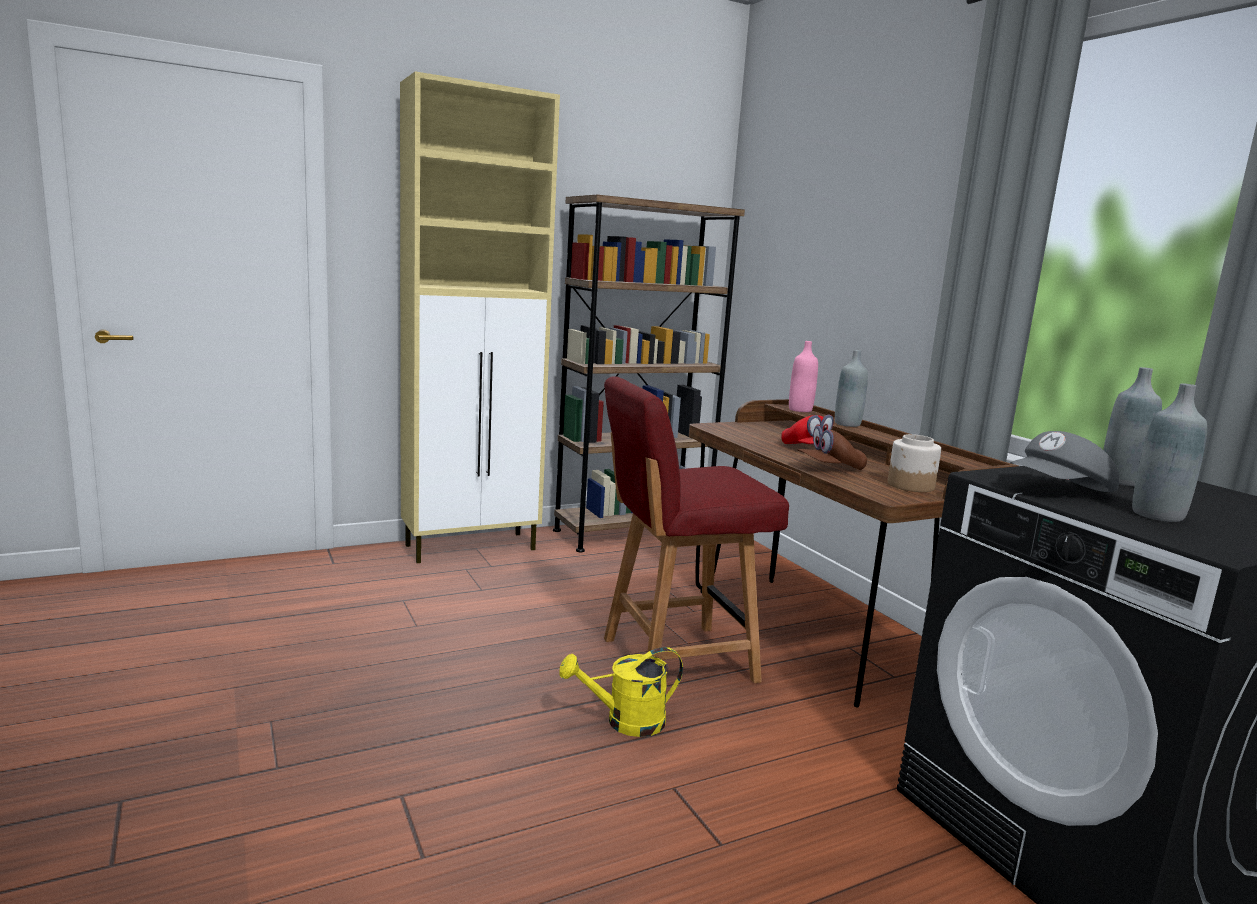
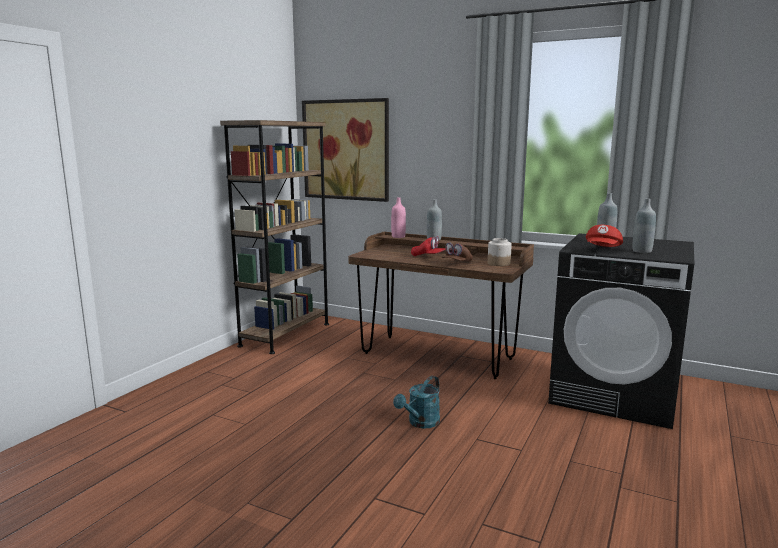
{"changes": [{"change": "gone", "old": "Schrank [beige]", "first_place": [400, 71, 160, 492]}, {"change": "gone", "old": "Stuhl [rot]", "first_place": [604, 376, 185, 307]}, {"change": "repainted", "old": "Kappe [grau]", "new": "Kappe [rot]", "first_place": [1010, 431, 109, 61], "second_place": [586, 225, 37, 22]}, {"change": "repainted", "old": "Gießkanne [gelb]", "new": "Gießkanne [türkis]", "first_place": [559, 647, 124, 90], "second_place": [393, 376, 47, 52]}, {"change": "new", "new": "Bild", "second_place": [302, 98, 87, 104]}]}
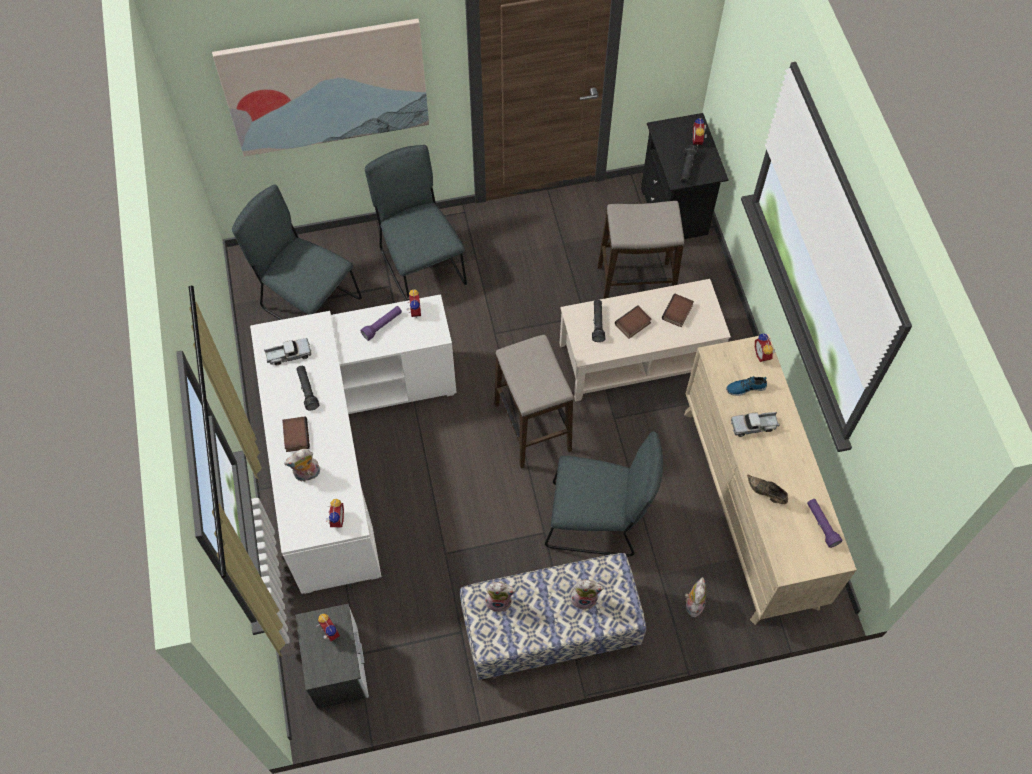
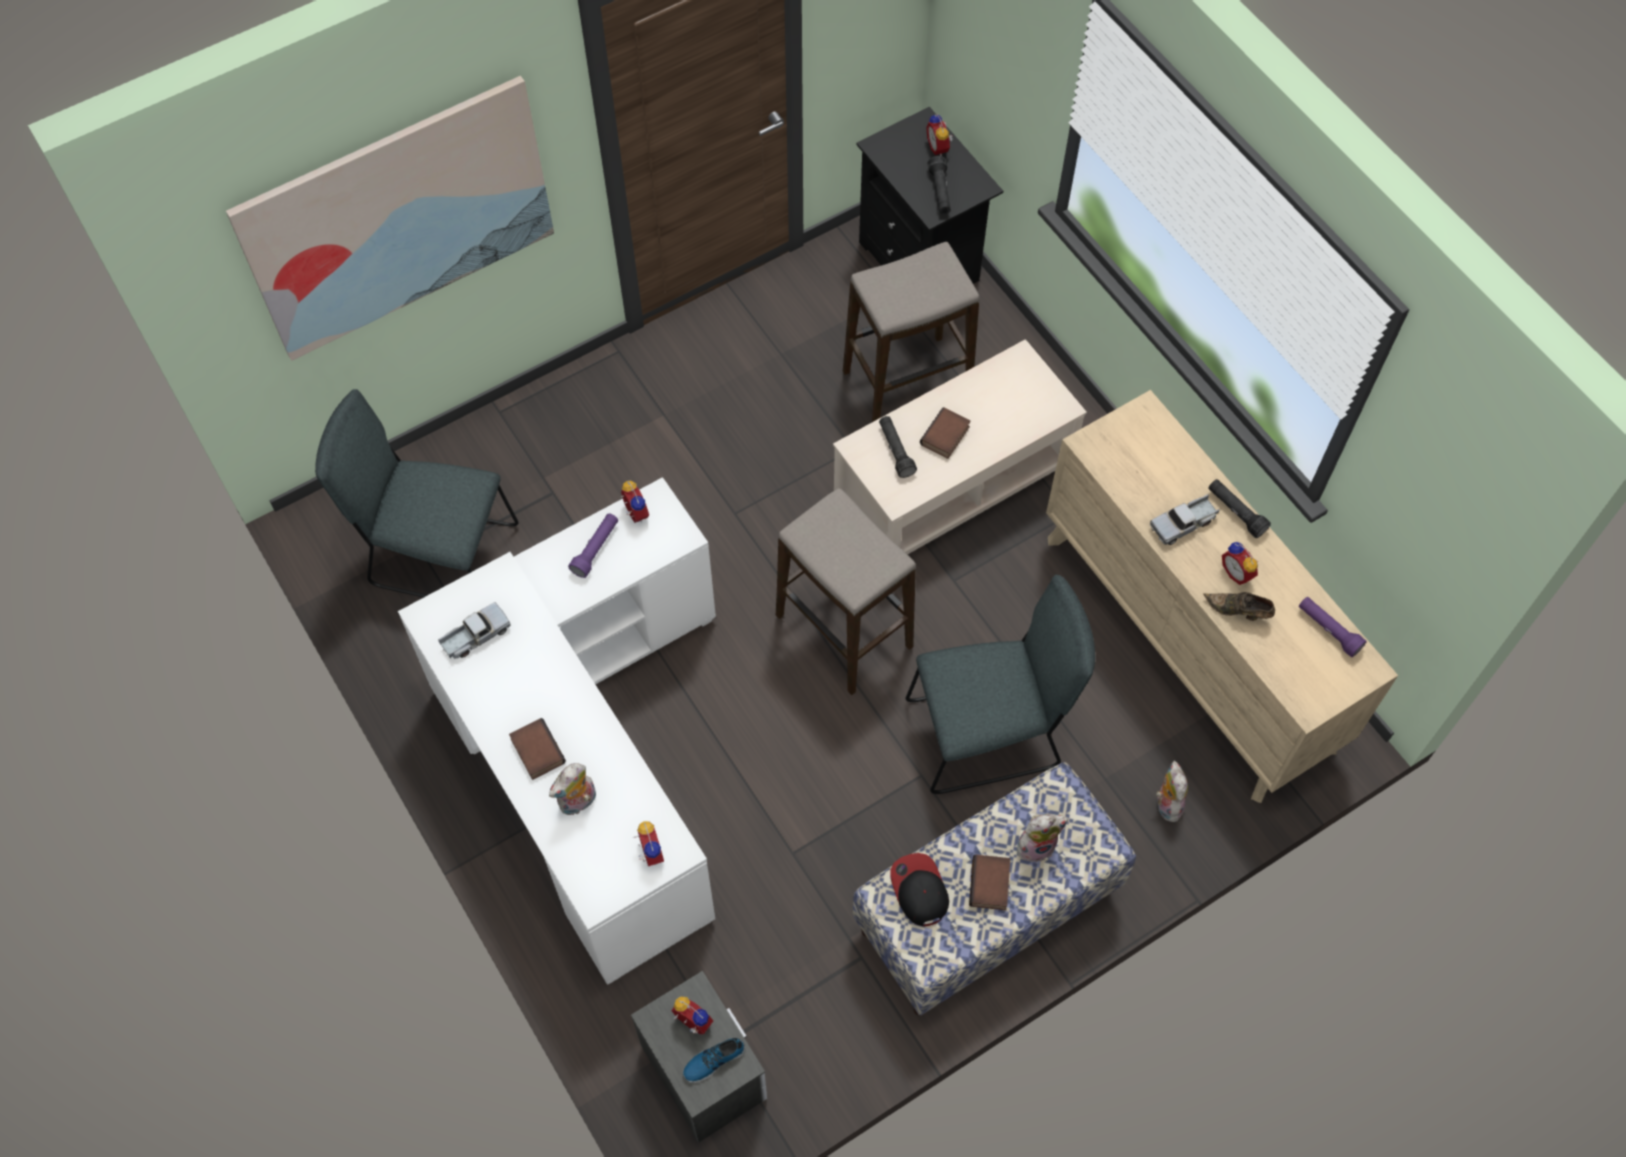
{"changes": [{"change": "gone", "old": "Stuhl [grau]", "first_place": [365, 145, 102, 156]}, {"change": "shifted", "old": "Buch", "first_place": [662, 293, 32, 34], "second_place": [969, 854, 41, 56]}, {"change": "shifted", "old": "Wecker", "first_place": [755, 333, 20, 29], "second_place": [1222, 542, 37, 43]}, {"change": "shifted", "old": "Taschenlampe [schwarz]", "first_place": [296, 366, 23, 44], "second_place": [1208, 479, 63, 59]}, {"change": "shifted", "old": "Schuh", "first_place": [726, 376, 41, 20], "second_place": [683, 1038, 63, 45]}, {"change": "swapped", "old": "Plüschtier", "new": "Kappe", "first_place": [485, 582, 31, 31], "second_place": [890, 853, 59, 74]}]}
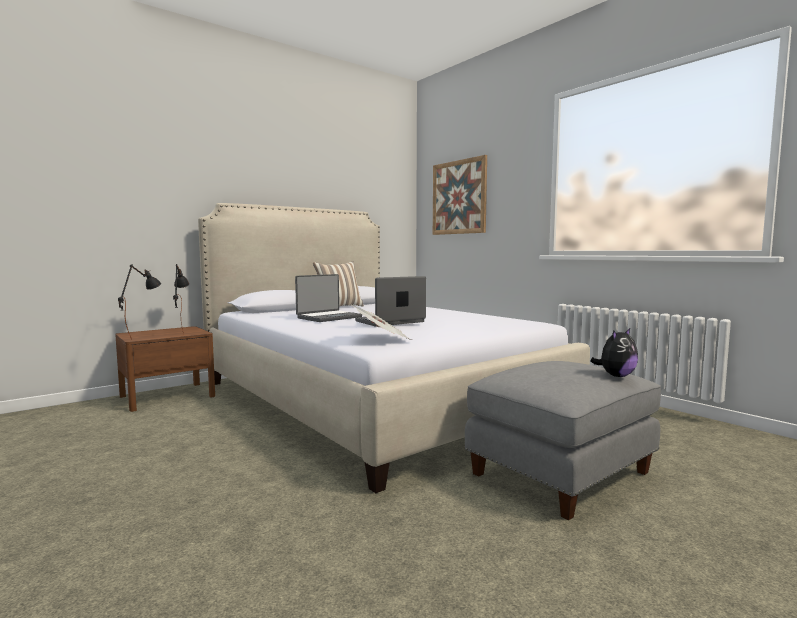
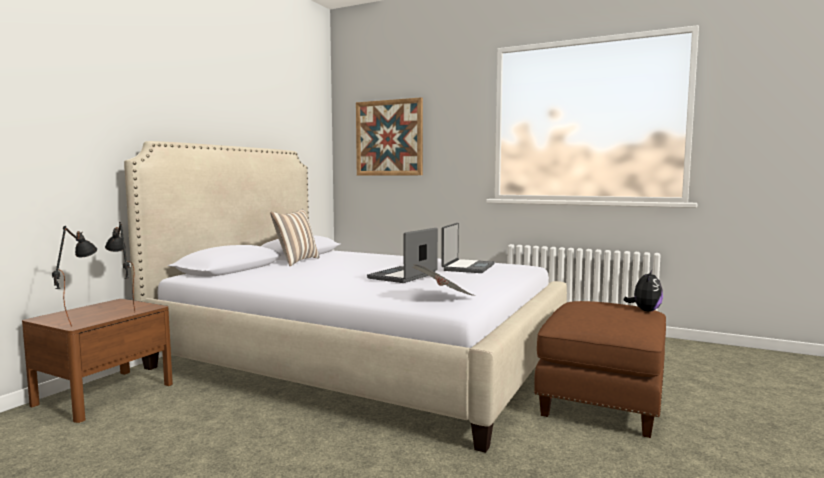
{"changes": [{"change": "shifted", "old": "Laptop", "first_place": [295, 274, 67, 48], "second_place": [441, 223, 54, 50]}, {"change": "repainted", "old": "Polsterhocker [grau]", "new": "Polsterhocker [braun]", "first_place": [465, 361, 196, 159], "second_place": [534, 301, 132, 137]}]}
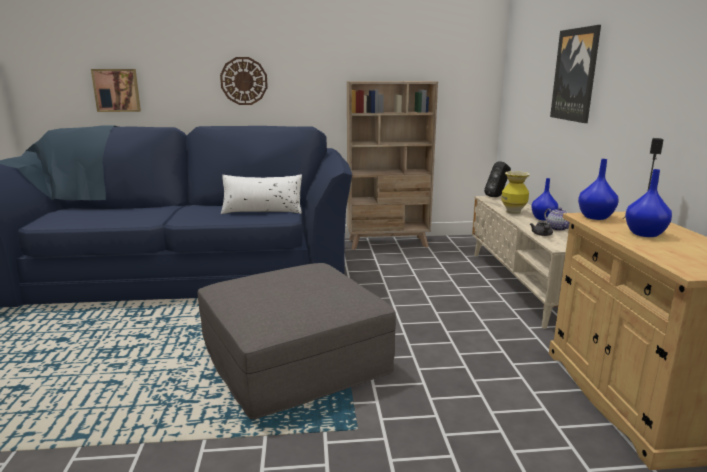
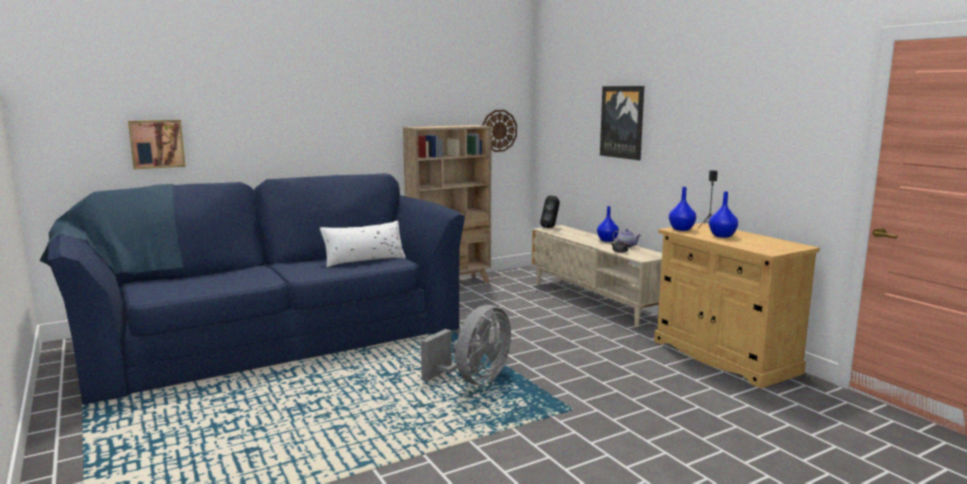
{"changes": [{"change": "shifted", "old": "Wanduhr", "first_place": [220, 57, 48, 48], "second_place": [482, 110, 35, 42]}, {"change": "gone", "old": "Vase", "first_place": [501, 171, 29, 43]}, {"change": "swapped", "old": "Polsterhocker [grau]", "new": "Ventilator [grau]", "first_place": [198, 263, 198, 156], "second_place": [421, 305, 90, 80]}]}
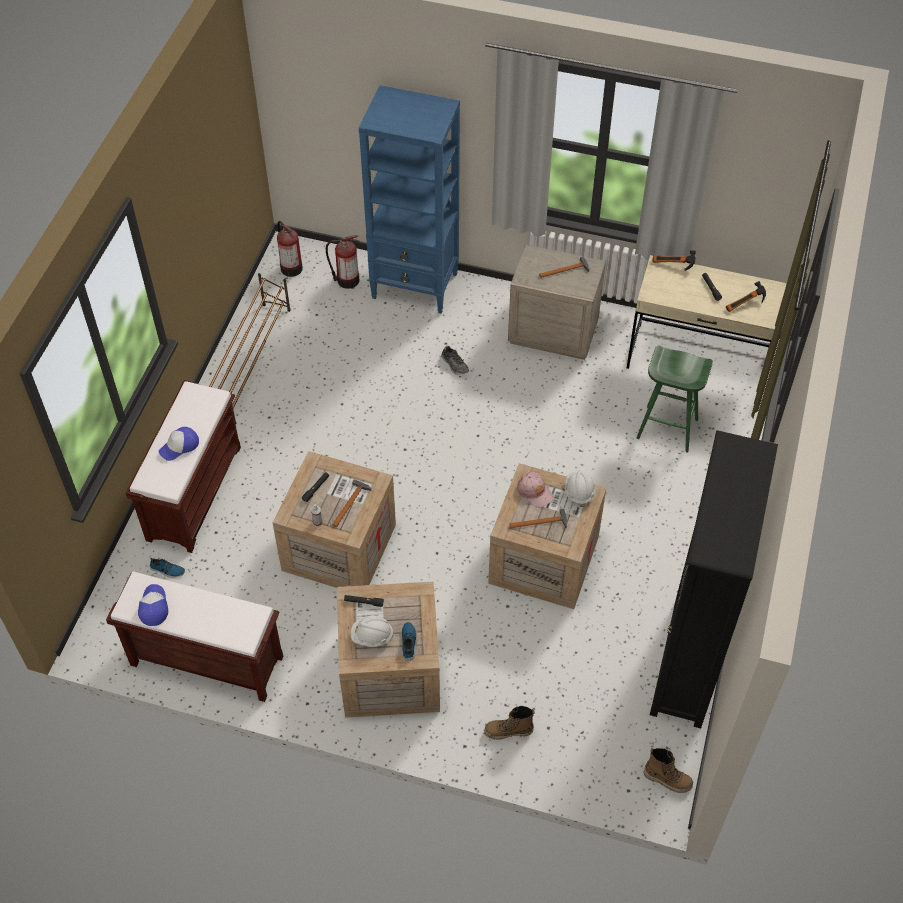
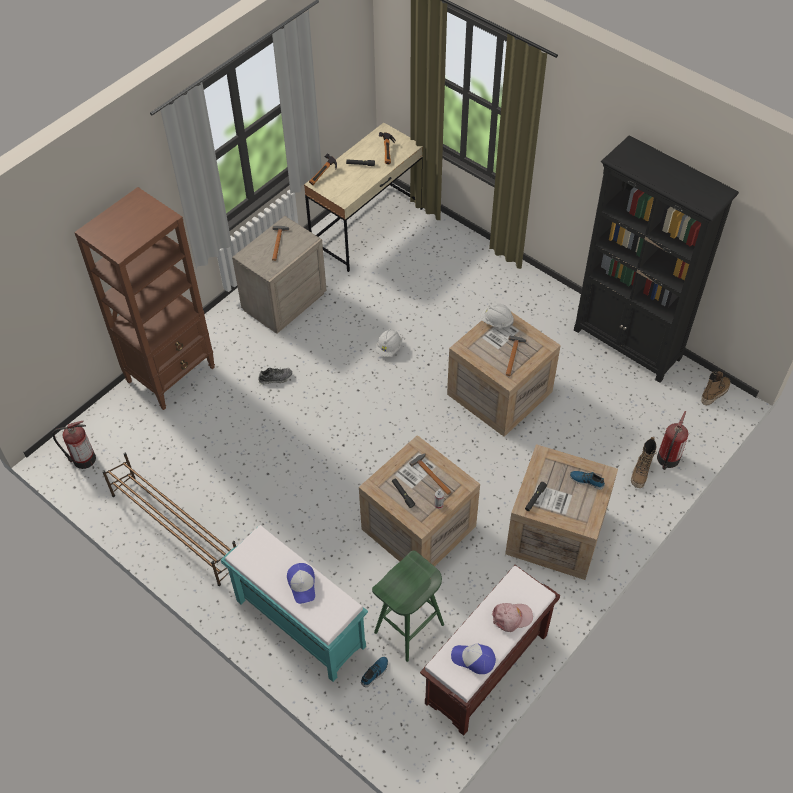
{"changes": [{"change": "repainted", "old": "Bücherregal [blau]", "new": "Bücherregal [braun]", "first_place": [359, 85, 101, 229], "second_place": [74, 187, 141, 223]}, {"change": "shifted", "old": "Feuerlöscher", "first_place": [326, 235, 33, 54], "second_place": [657, 411, 31, 59]}, {"change": "shifted", "old": "Hocker [grün]", "first_place": [636, 346, 77, 107], "second_place": [372, 551, 72, 111]}, {"change": "repainted", "old": "Bank [braun]", "new": "Bank [türkis]", "first_place": [126, 380, 115, 173], "second_place": [221, 525, 147, 157]}, {"change": "shifted", "old": "Kappe [rosa]", "first_place": [517, 472, 36, 36], "second_place": [492, 603, 41, 29]}, {"change": "shifted", "old": "Schutzhelm [weiß]", "first_place": [351, 615, 43, 32], "second_place": [375, 329, 27, 28]}]}
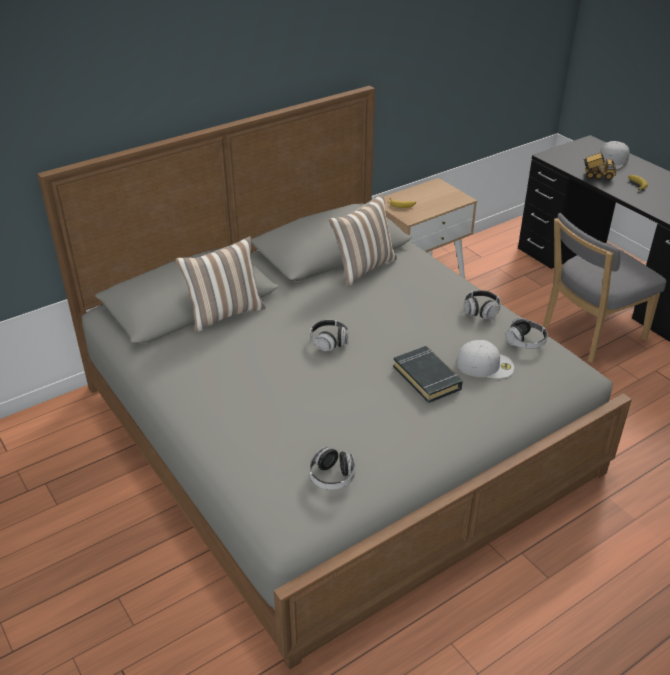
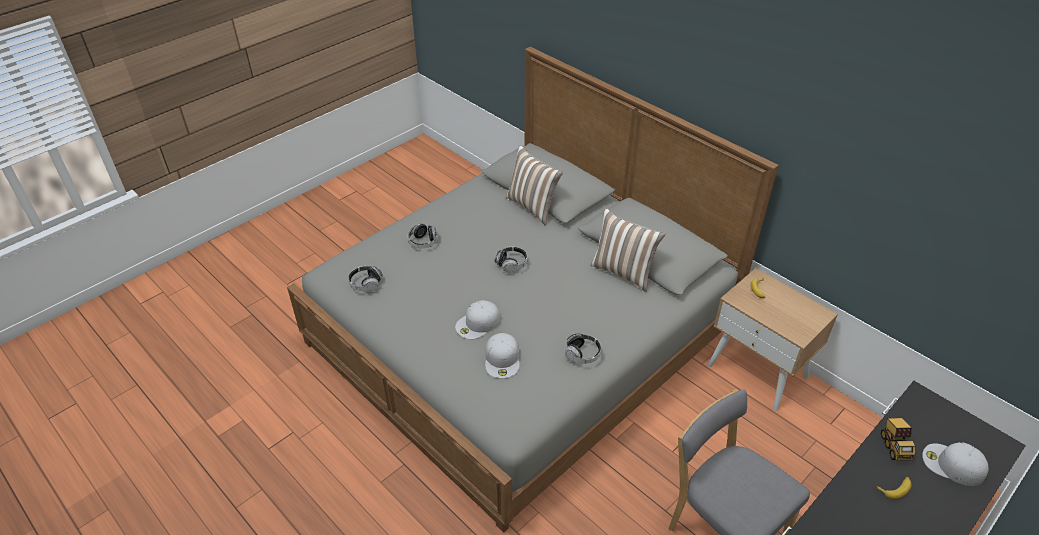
{"changes": [{"change": "shifted", "old": "Kopfhörer", "first_place": [505, 317, 43, 32], "second_place": [408, 223, 30, 25]}, {"change": "swapped", "old": "Buch [schwarz]", "new": "Kappe [weiß]", "first_place": [393, 346, 70, 57], "second_place": [455, 300, 45, 40]}]}
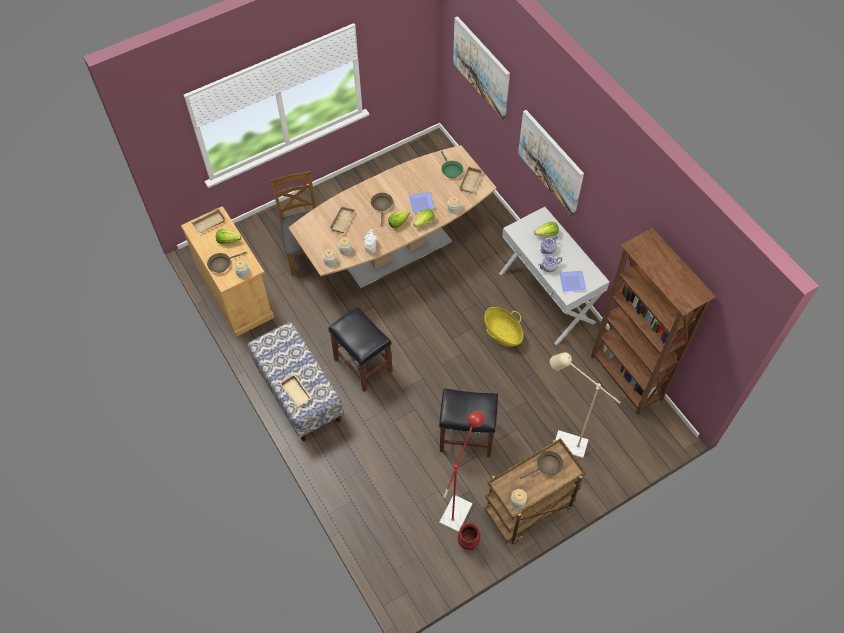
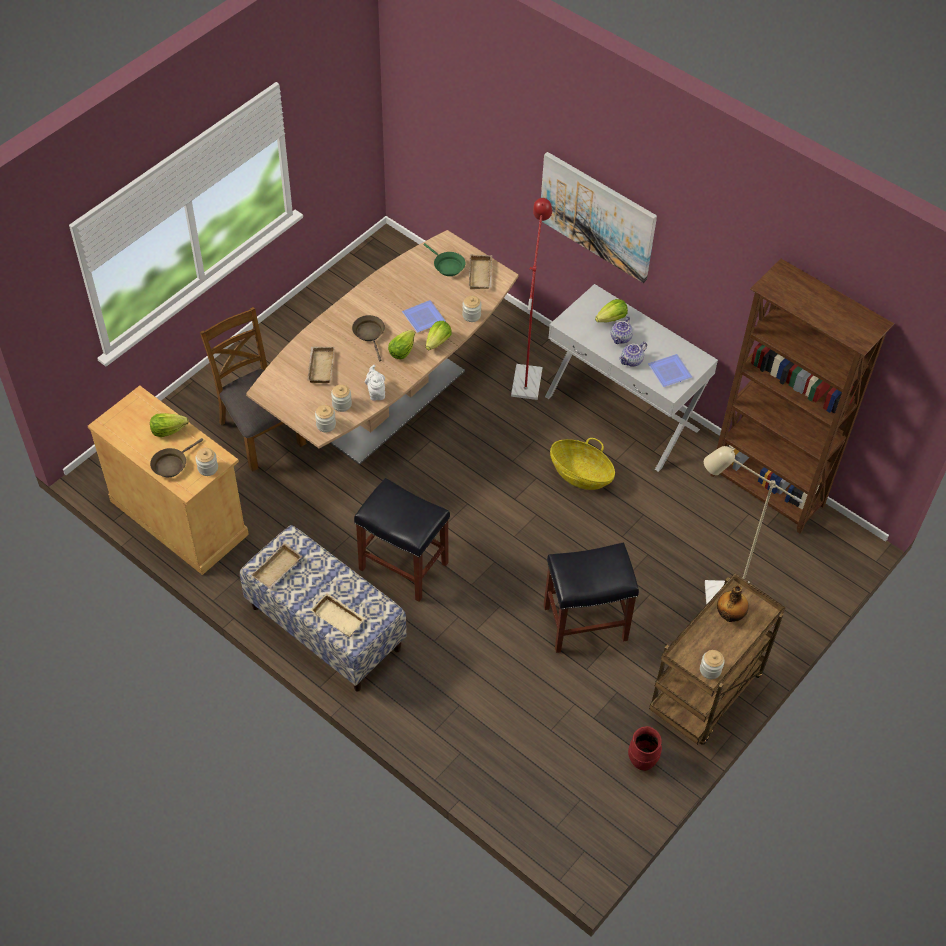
{"changes": [{"change": "gone", "old": "Bild", "first_place": [453, 16, 57, 104]}, {"change": "shifted", "old": "Tablett [beige]", "first_place": [191, 208, 35, 26], "second_place": [251, 543, 52, 46]}, {"change": "shifted", "old": "Stehlampe [rot]", "first_place": [439, 411, 46, 121], "second_place": [511, 198, 41, 202]}, {"change": "swapped", "old": "Pfanne [braun]", "new": "Flasche", "first_place": [520, 451, 43, 28], "second_place": [717, 585, 32, 37]}]}
